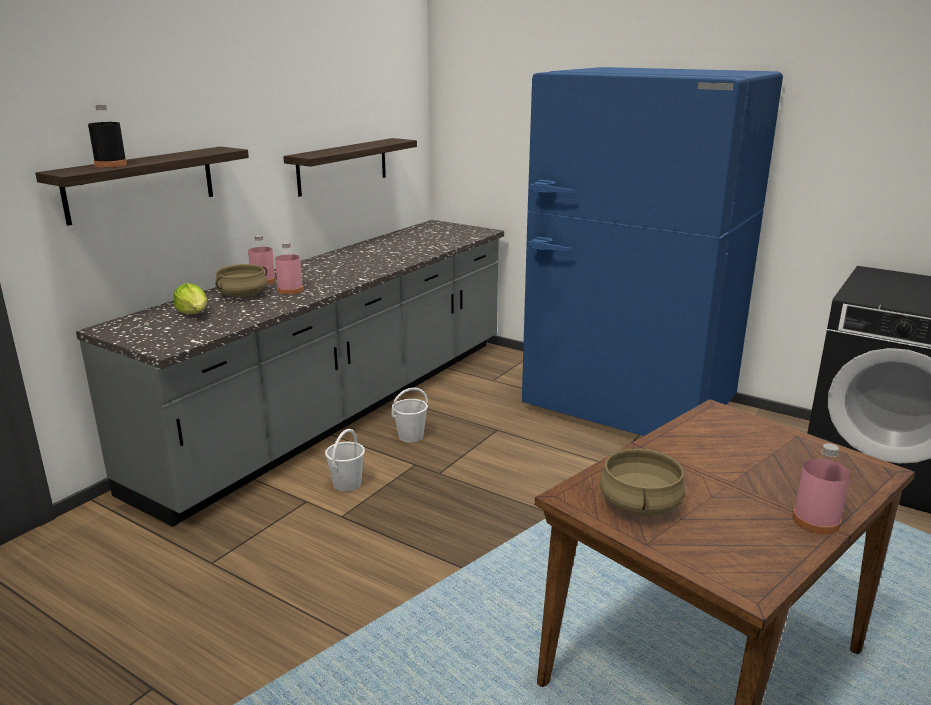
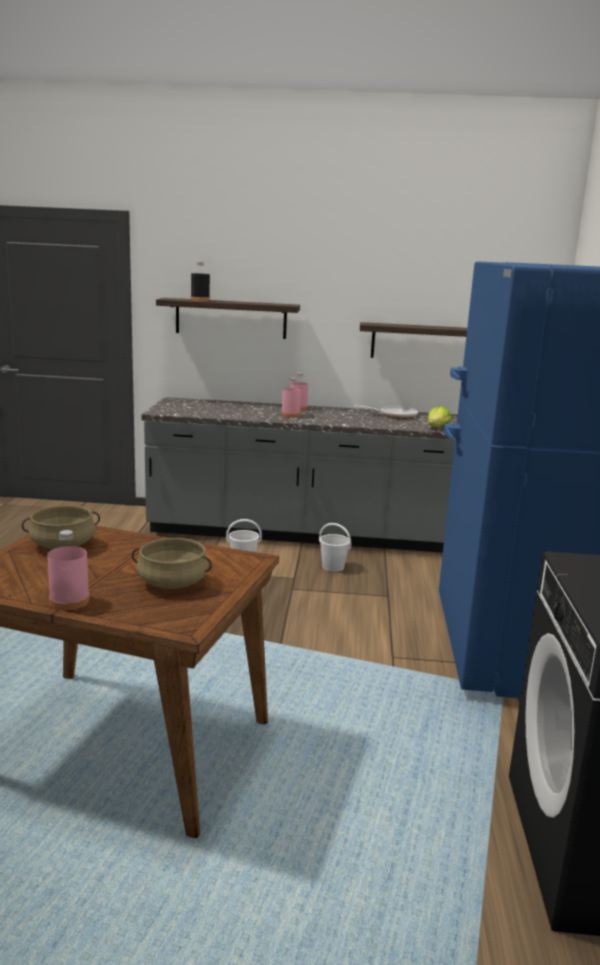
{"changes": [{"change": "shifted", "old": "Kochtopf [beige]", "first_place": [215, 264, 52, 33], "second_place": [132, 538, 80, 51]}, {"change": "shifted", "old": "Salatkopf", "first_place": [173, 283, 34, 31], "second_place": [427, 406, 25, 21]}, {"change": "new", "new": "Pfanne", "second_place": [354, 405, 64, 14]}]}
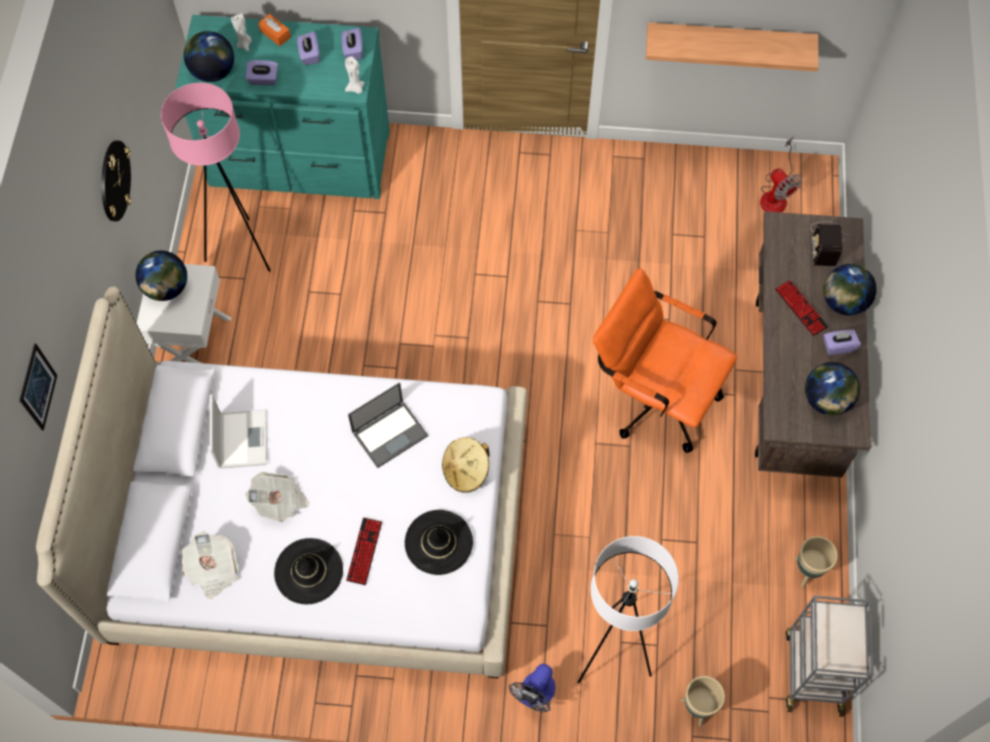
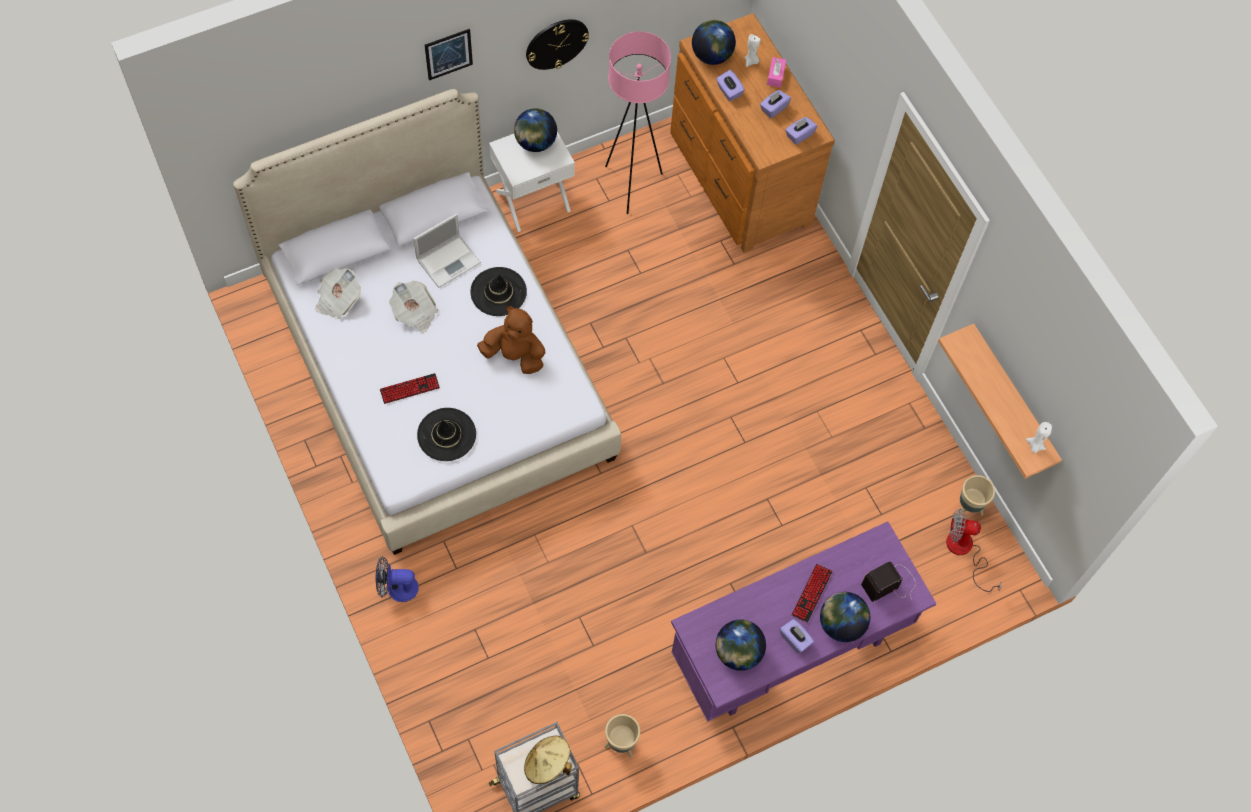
{"changes": [{"change": "repainted", "old": "Taschentuchbox [orange]", "new": "Taschentuchbox [rosa]", "first_place": [258, 14, 33, 32], "second_place": [767, 57, 19, 30]}, {"change": "repainted", "old": "Kommode [türkis]", "new": "Kommode [braun]", "first_place": [175, 15, 215, 184], "second_place": [670, 13, 165, 240]}, {"change": "shifted", "old": "Kerze [weiß]", "first_place": [345, 56, 20, 38], "second_place": [1026, 422, 26, 31]}, {"change": "rotated", "old": "Ventilator", "first_place": [760, 138, 42, 74], "second_place": [946, 509, 56, 83], "degrees": 75}, {"change": "repainted", "old": "Schreibtisch [braun]", "new": "Schreibtisch [lila]", "first_place": [755, 211, 116, 266], "second_place": [671, 522, 266, 200]}, {"change": "gone", "old": "Bürostuhl [orange]", "first_place": [593, 268, 144, 185]}, {"change": "shifted", "old": "Bild", "first_place": [19, 343, 38, 88], "second_place": [424, 29, 49, 51]}, {"change": "swapped", "old": "Laptop", "new": "Plüschtier [braun]", "first_place": [348, 382, 80, 86], "second_place": [477, 306, 68, 68]}, {"change": "shifted", "old": "Hut [beige]", "first_place": [442, 437, 47, 56], "second_place": [524, 736, 48, 48]}, {"change": "gone", "old": "Stehlampe [weiß]", "first_place": [578, 536, 101, 147]}, {"change": "shifted", "old": "Hut [schwarz]", "first_place": [274, 538, 69, 66], "second_place": [470, 267, 57, 49]}, {"change": "shifted", "old": "Pflanzkübel [beige]", "first_place": [680, 676, 45, 51], "second_place": [956, 475, 39, 42]}]}
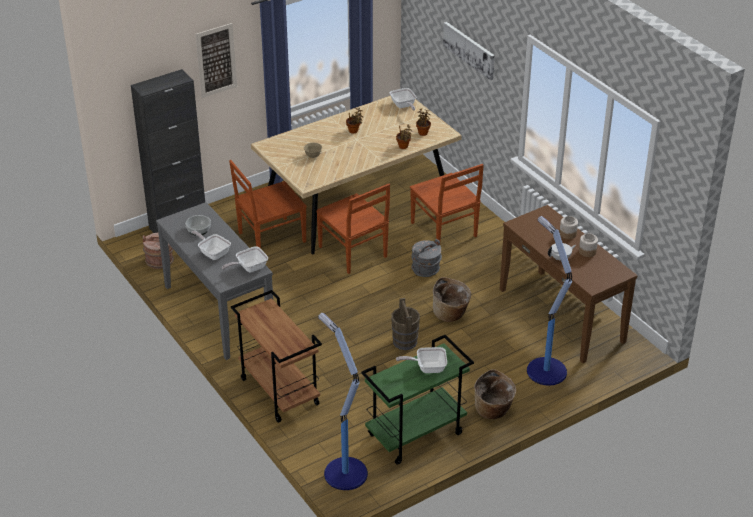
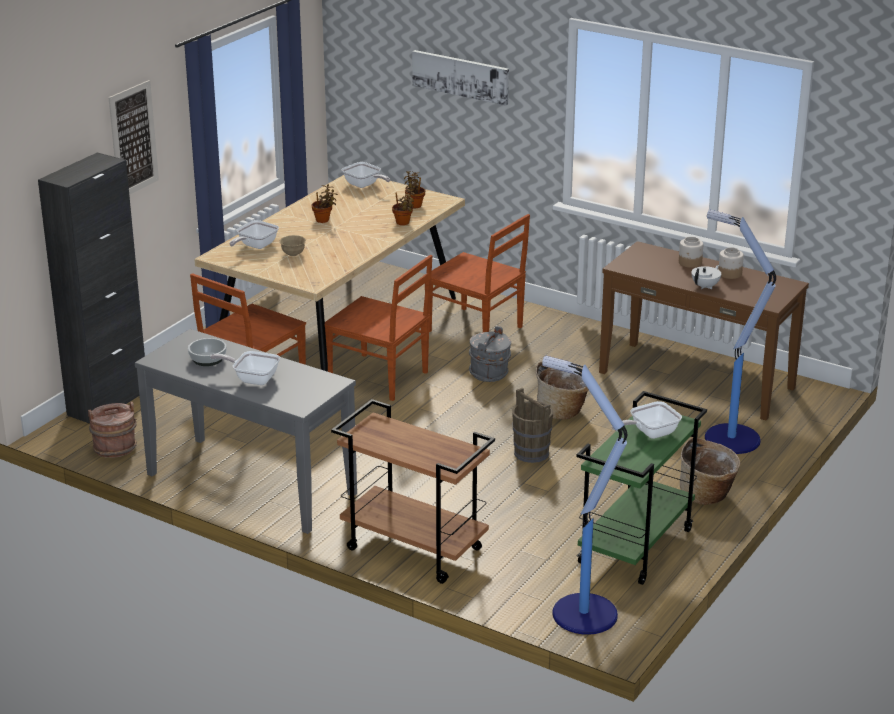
{"changes": [{"change": "shifted", "old": "Pfanne", "first_place": [222, 246, 46, 27], "second_place": [229, 220, 50, 29]}]}
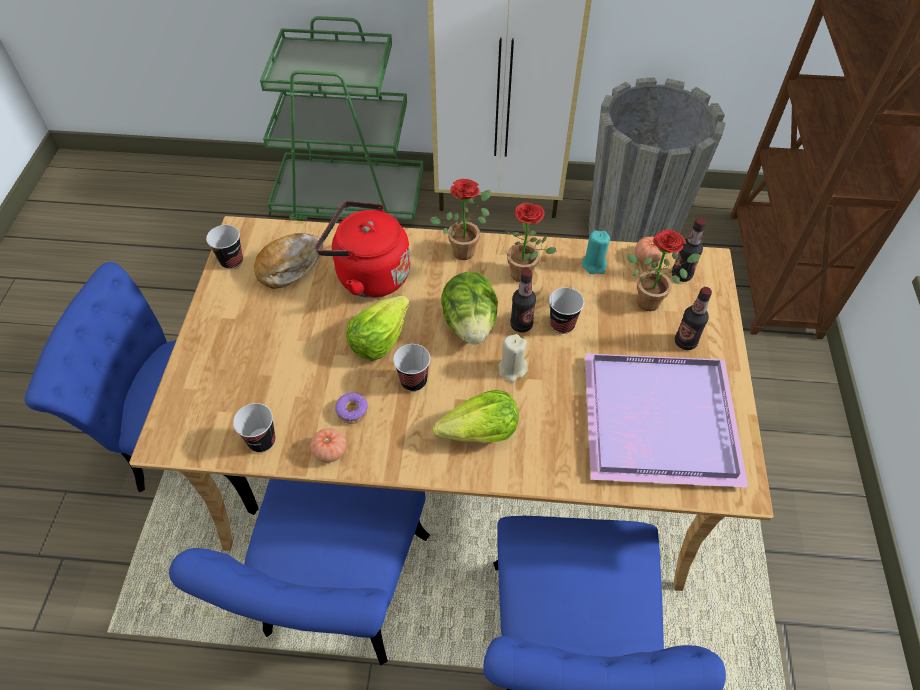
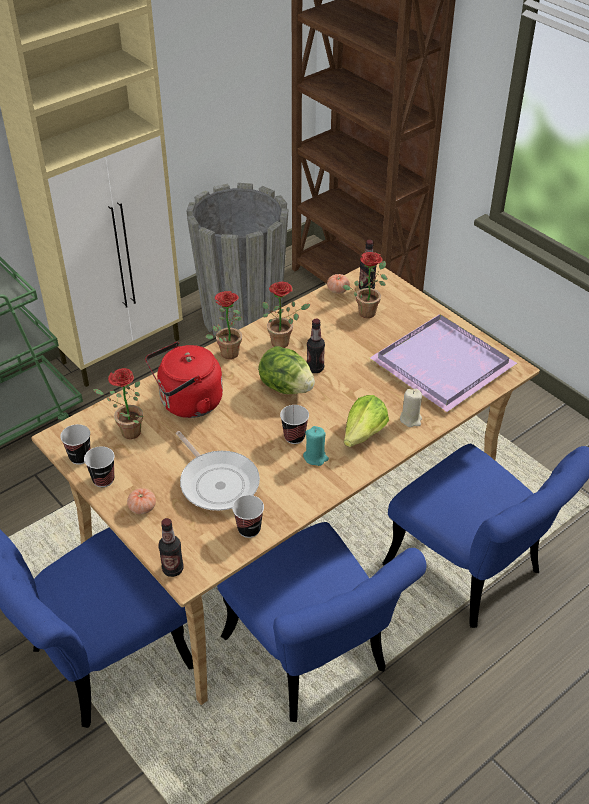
{"changes": [{"change": "shifted", "old": "Kerze [türkis]", "first_place": [582, 230, 28, 44], "second_place": [303, 426, 26, 40]}, {"change": "swapped", "old": "Brot", "new": "Topfpflanze", "first_place": [254, 233, 69, 56], "second_place": [93, 368, 50, 71]}, {"change": "shifted", "old": "Flasche", "first_place": [675, 287, 37, 63], "second_place": [158, 518, 26, 59]}, {"change": "shifted", "old": "Tasse", "first_place": [549, 288, 35, 46], "second_place": [84, 446, 31, 41]}, {"change": "gone", "old": "Salatkopf", "first_place": [346, 296, 64, 65]}, {"change": "shifted", "old": "Kerze [beige]", "first_place": [499, 334, 29, 48], "second_place": [400, 389, 22, 38]}, {"change": "gone", "old": "Donut", "first_place": [335, 393, 33, 31]}, {"change": "shifted", "old": "Tomate", "first_place": [310, 428, 36, 35], "second_place": [127, 488, 29, 26]}, {"change": "new", "new": "Pfanne", "second_place": [176, 431, 84, 80]}]}
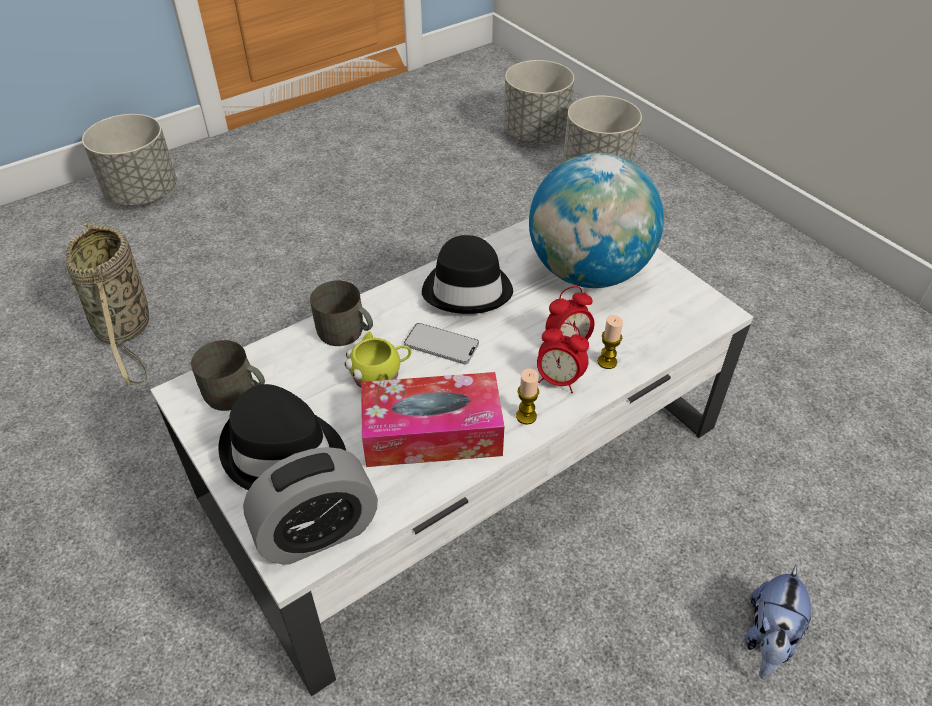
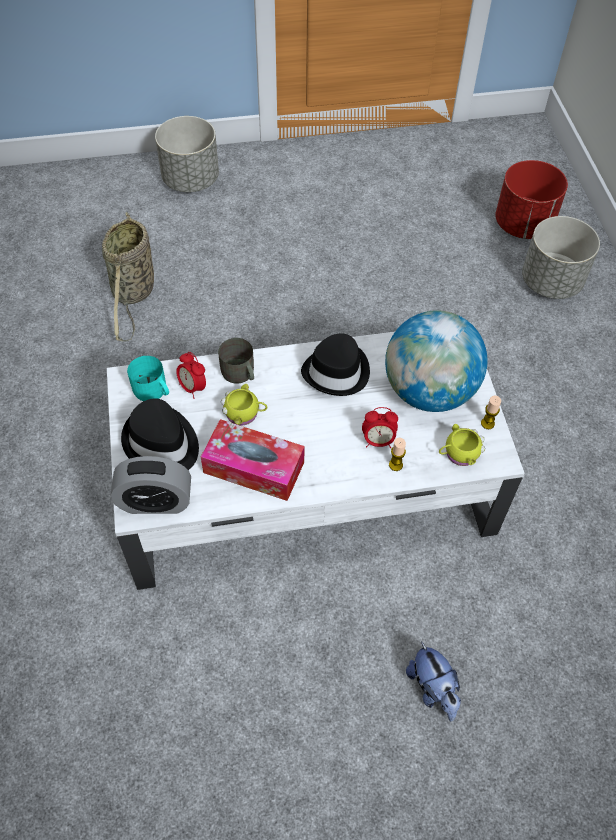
{"changes": [{"change": "repainted", "old": "Pflanzkübel [grau]", "new": "Pflanzkübel [rot]", "first_place": [503, 60, 71, 83], "second_place": [495, 160, 73, 79]}, {"change": "shifted", "old": "Wecker", "first_place": [537, 322, 52, 71], "second_place": [176, 352, 30, 47]}, {"change": "gone", "old": "Handy", "first_place": [404, 323, 75, 42]}, {"change": "repainted", "old": "Henkelbecher [grau]", "new": "Henkelbecher [türkis]", "first_place": [191, 340, 74, 71], "second_place": [127, 356, 42, 45]}, {"change": "shifted", "old": "Kerze", "first_place": [516, 368, 23, 56], "second_place": [481, 396, 20, 33]}, {"change": "rotated", "old": "Plüschtier", "first_place": [745, 565, 66, 114], "second_place": [406, 641, 55, 80], "degrees": -75}, {"change": "new", "new": "Henkelbecher [gelb]", "second_place": [439, 424, 46, 42]}]}
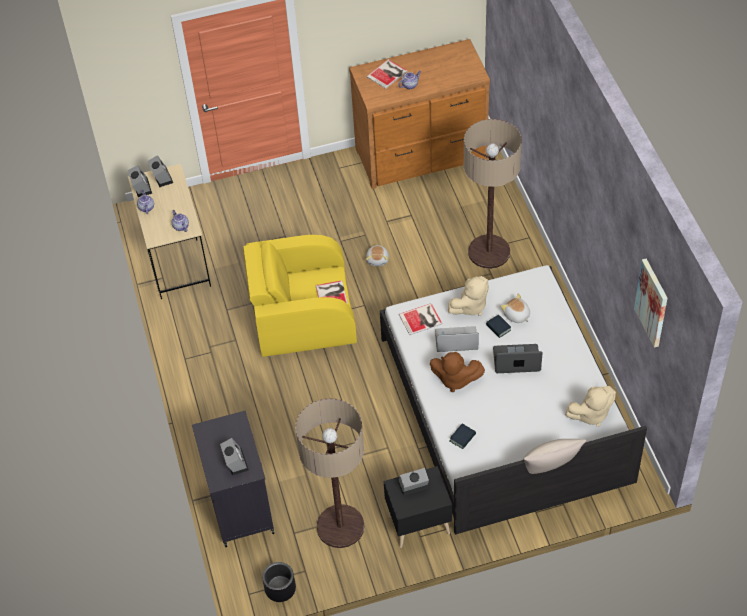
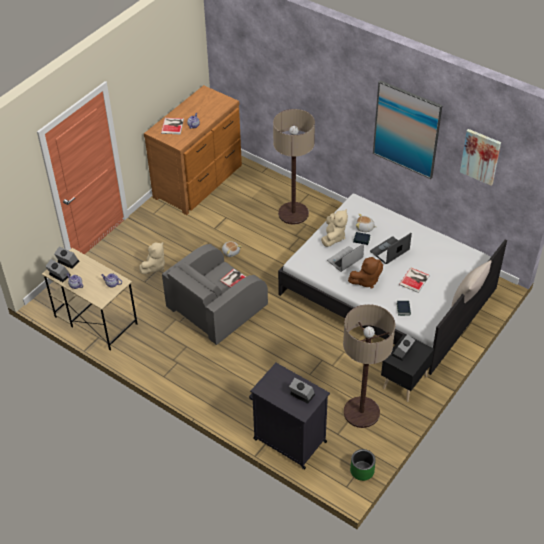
{"changes": [{"change": "repainted", "old": "Sessel [gelb]", "new": "Sessel [grau]", "first_place": [243, 235, 114, 122], "second_place": [162, 244, 106, 101]}, {"change": "shifted", "old": "Buch", "first_place": [399, 303, 43, 32], "second_place": [399, 268, 31, 25]}, {"change": "shifted", "old": "Plüschtier [beige]", "first_place": [565, 386, 51, 41], "second_place": [139, 242, 26, 32]}, {"change": "repainted", "old": "Pflanzkübel [schwarz]", "new": "Pflanzkübel [grün]", "first_place": [262, 562, 34, 40], "second_place": [350, 449, 26, 32]}, {"change": "new", "new": "Bild", "second_place": [373, 80, 70, 99]}]}
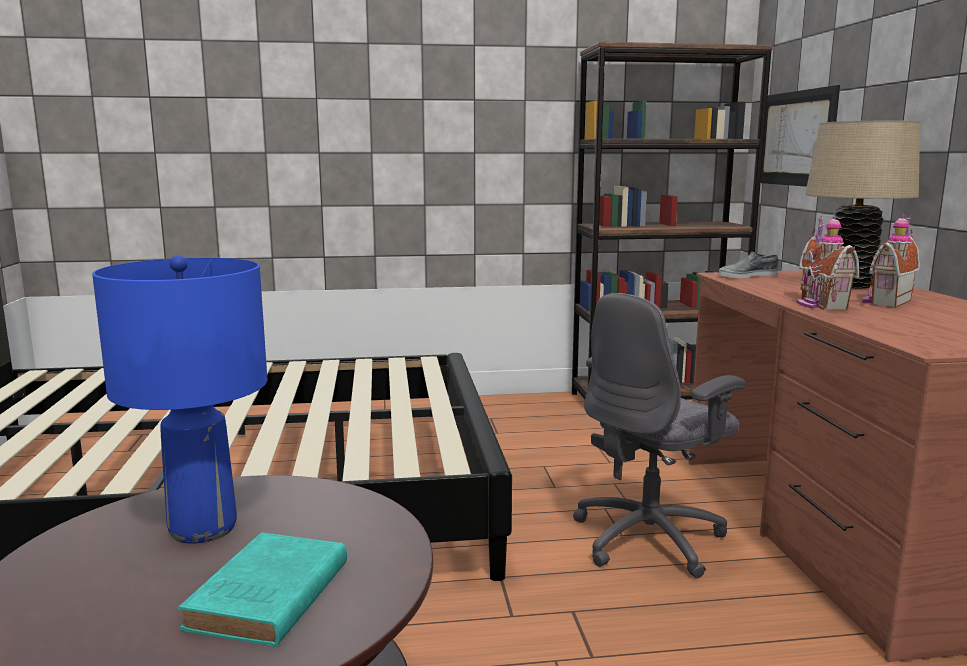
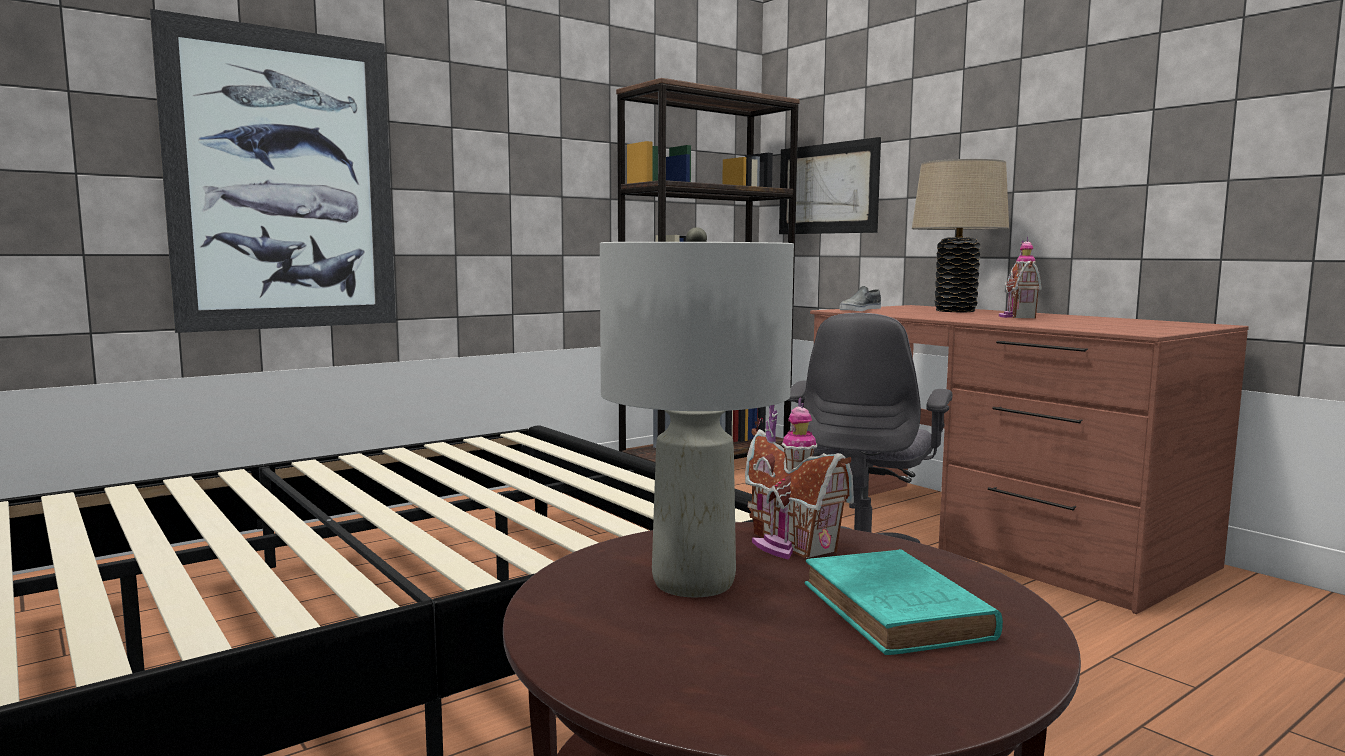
{"changes": [{"change": "shifted", "old": "Spielzeughaus", "first_place": [797, 214, 62, 96], "second_place": [745, 397, 109, 163]}, {"change": "repainted", "old": "Tischlampe [blau]", "new": "Tischlampe [grau]", "first_place": [92, 256, 175, 288], "second_place": [600, 227, 194, 370]}, {"change": "new", "new": "Bild", "second_place": [150, 9, 246, 324]}]}
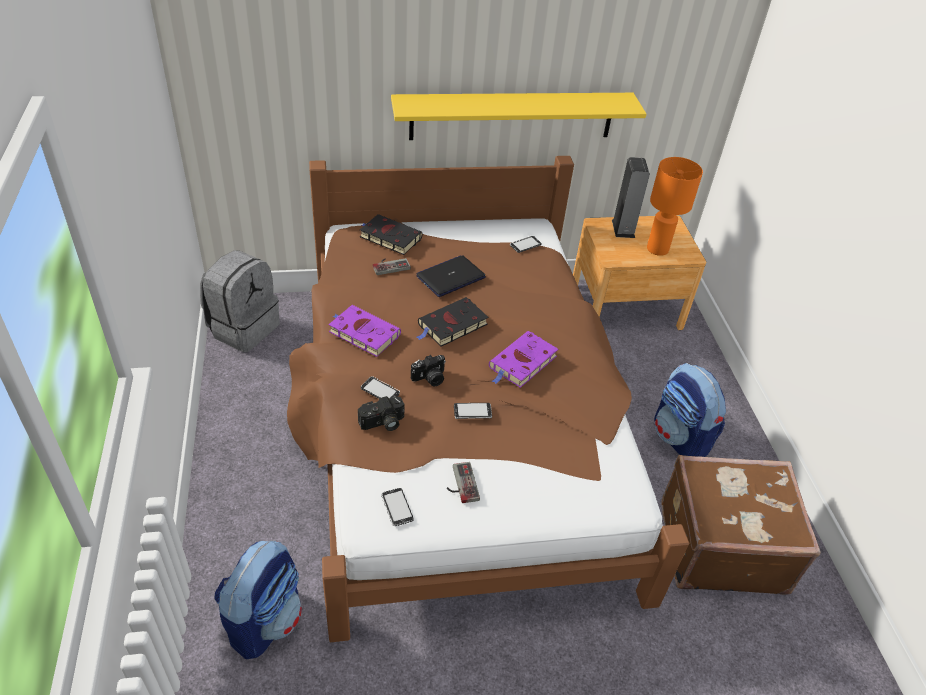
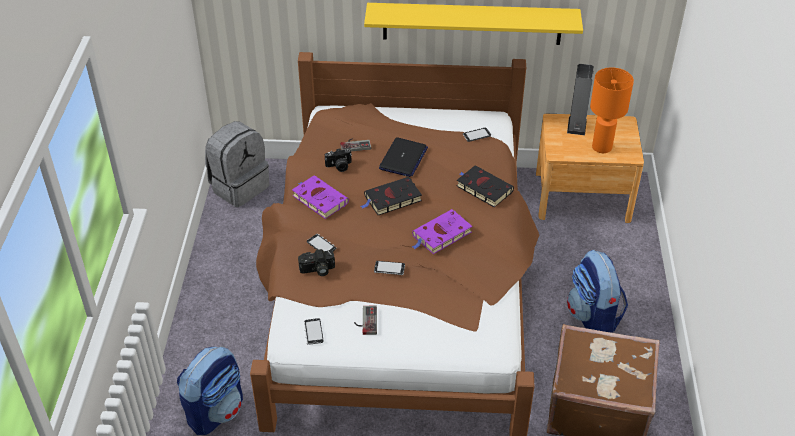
{"changes": [{"change": "shifted", "old": "Buch [schwarz]", "first_place": [360, 214, 63, 41], "second_place": [457, 165, 57, 42]}, {"change": "rotated", "old": "Laptop", "first_place": [416, 255, 70, 42], "second_place": [379, 137, 49, 40], "degrees": 135}, {"change": "shifted", "old": "Kamera", "first_place": [411, 355, 35, 32], "second_place": [325, 149, 27, 23]}]}
